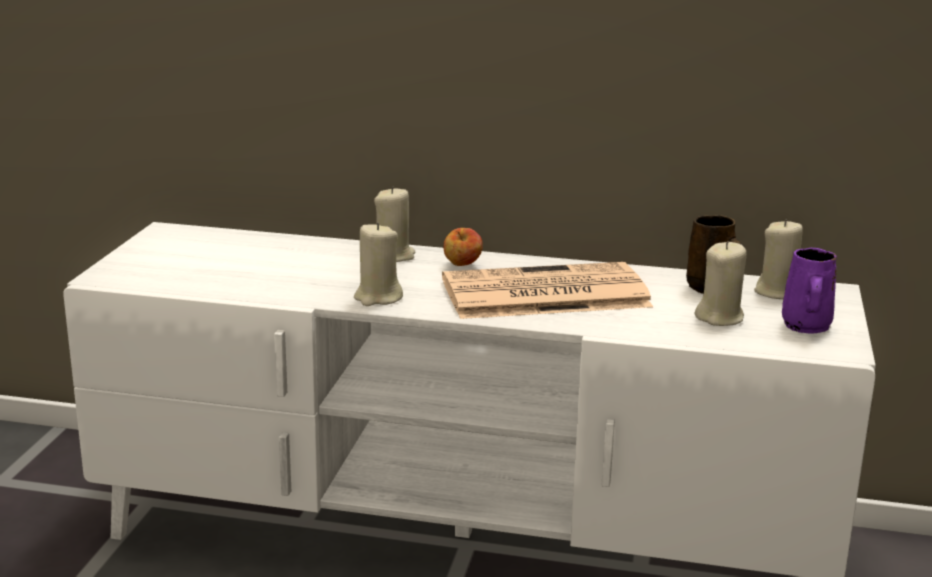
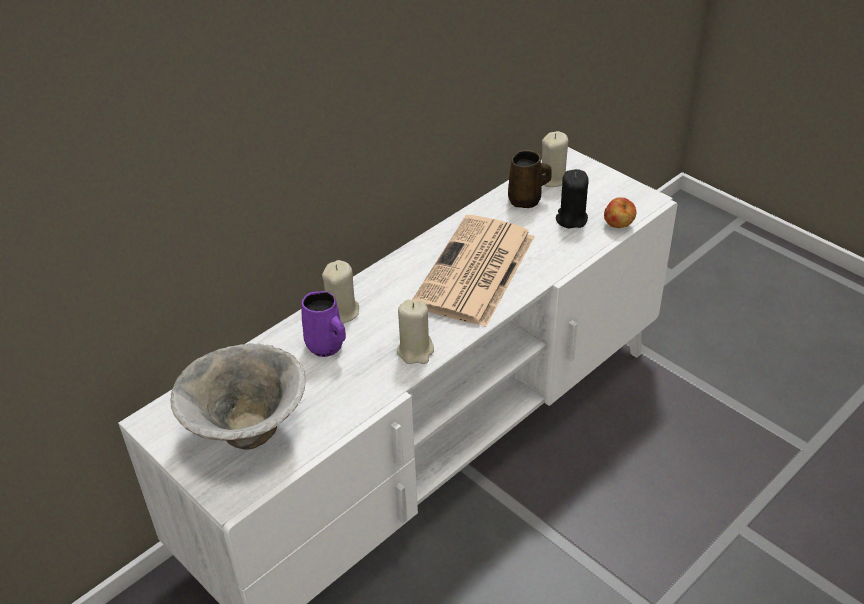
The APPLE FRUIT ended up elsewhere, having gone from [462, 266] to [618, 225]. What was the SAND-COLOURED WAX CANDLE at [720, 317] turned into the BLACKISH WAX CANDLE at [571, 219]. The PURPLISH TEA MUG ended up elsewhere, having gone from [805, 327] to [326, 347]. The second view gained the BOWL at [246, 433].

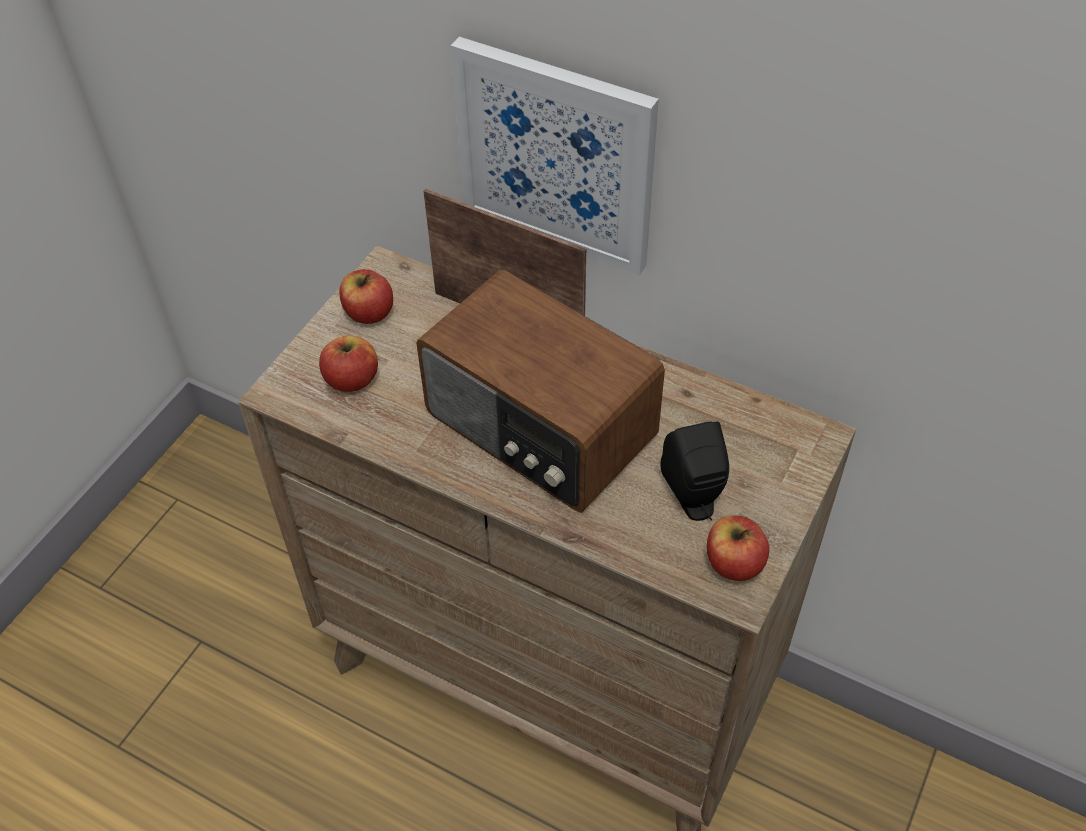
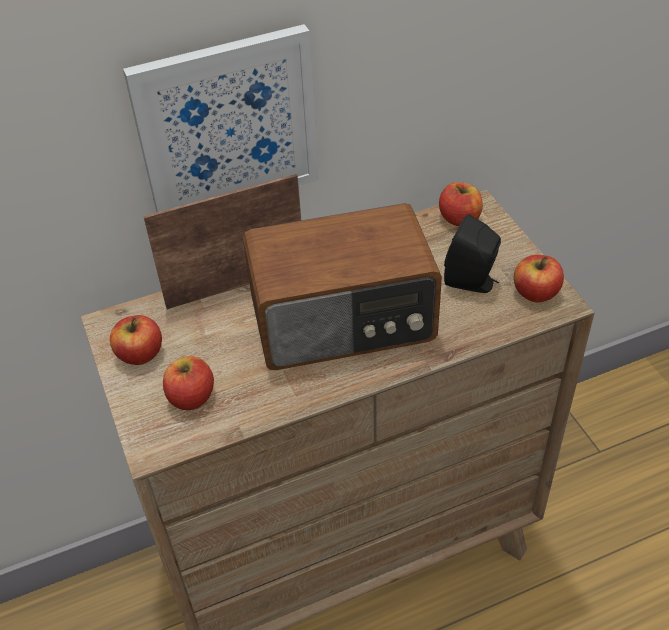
The second view gained the APPLE FRUIT at [459, 219].

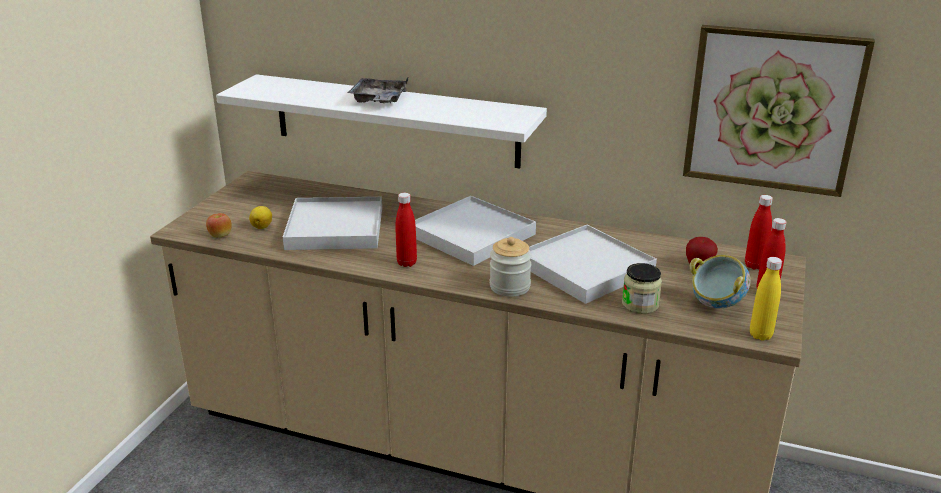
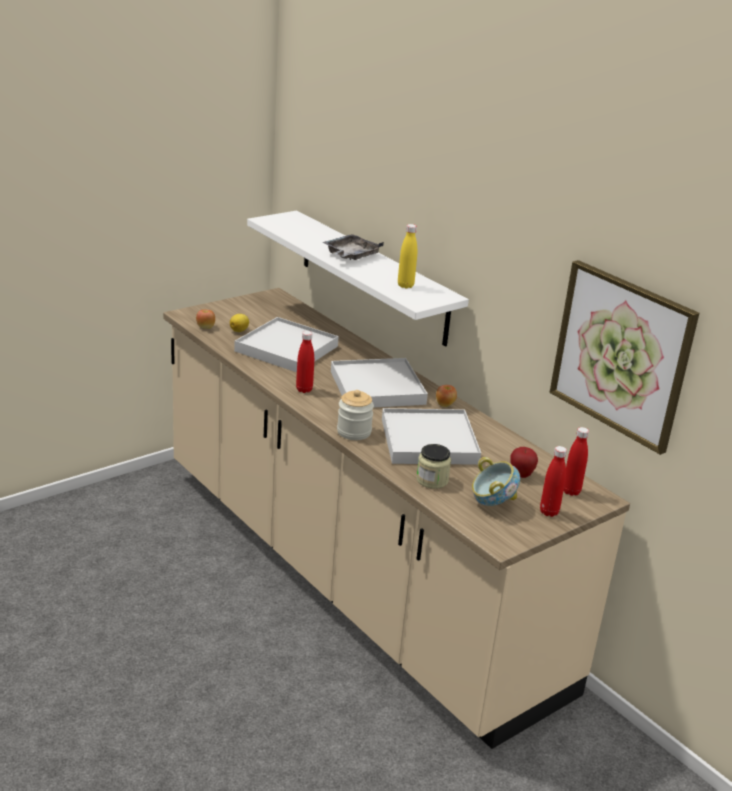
The YELLOW BOTTLE ended up elsewhere, having gone from [760, 335] to [405, 286]. The second view gained the APPLE FRUIT at [445, 405].

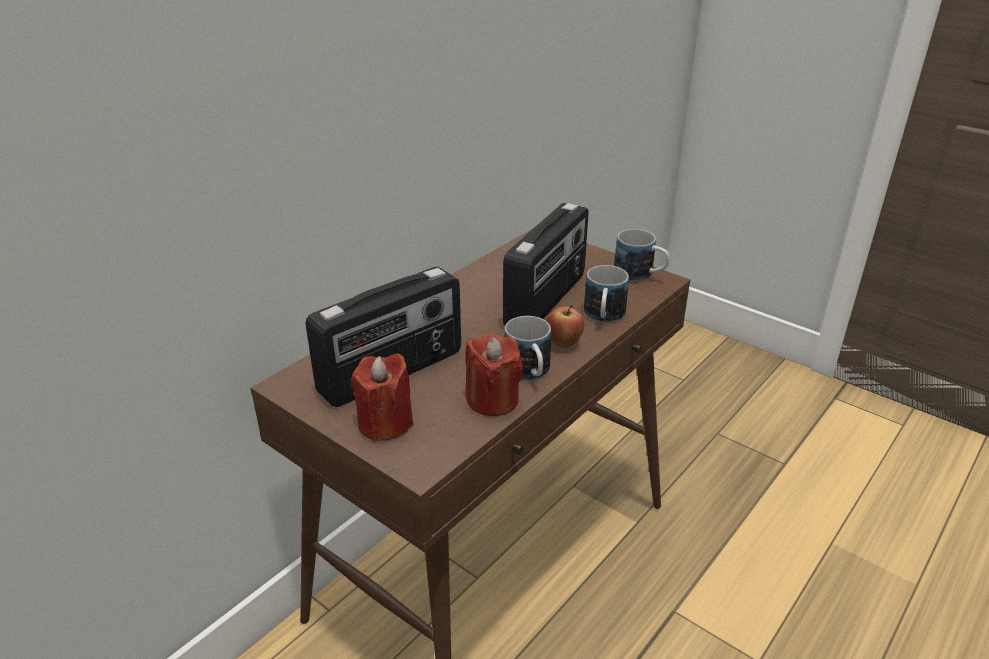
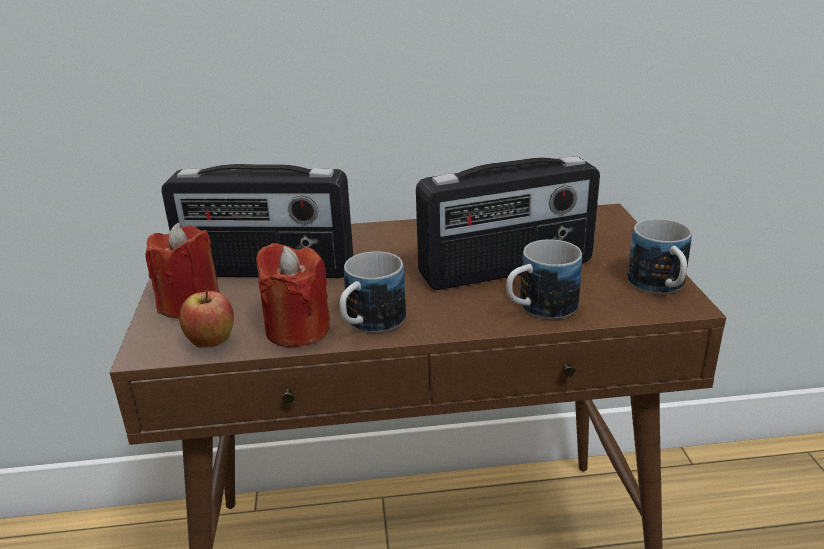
The APPLE FRUIT ended up elsewhere, having gone from [563, 344] to [212, 343].

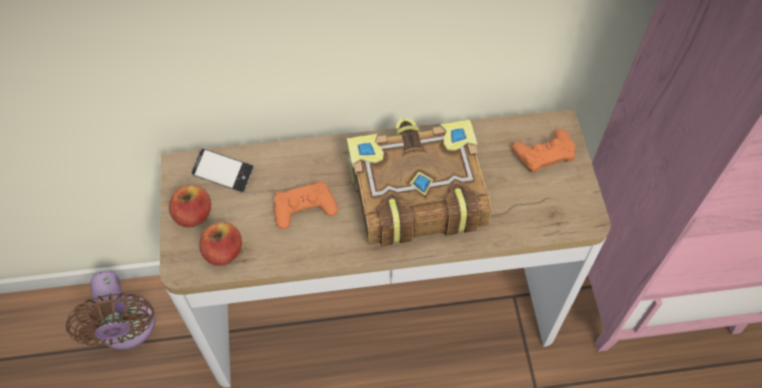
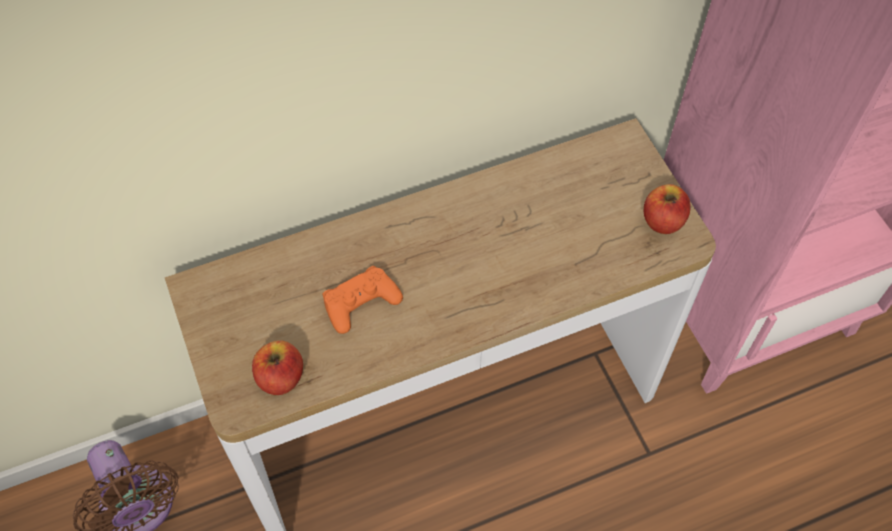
The APPLE FRUIT ended up elsewhere, having gone from [193, 215] to [662, 221]. The second view lost the PHONE at [223, 173]. The second view lost the BOOK at [415, 193]. The second view lost the ORANGE-COLOURED GAME CONTROLLER at [544, 154].

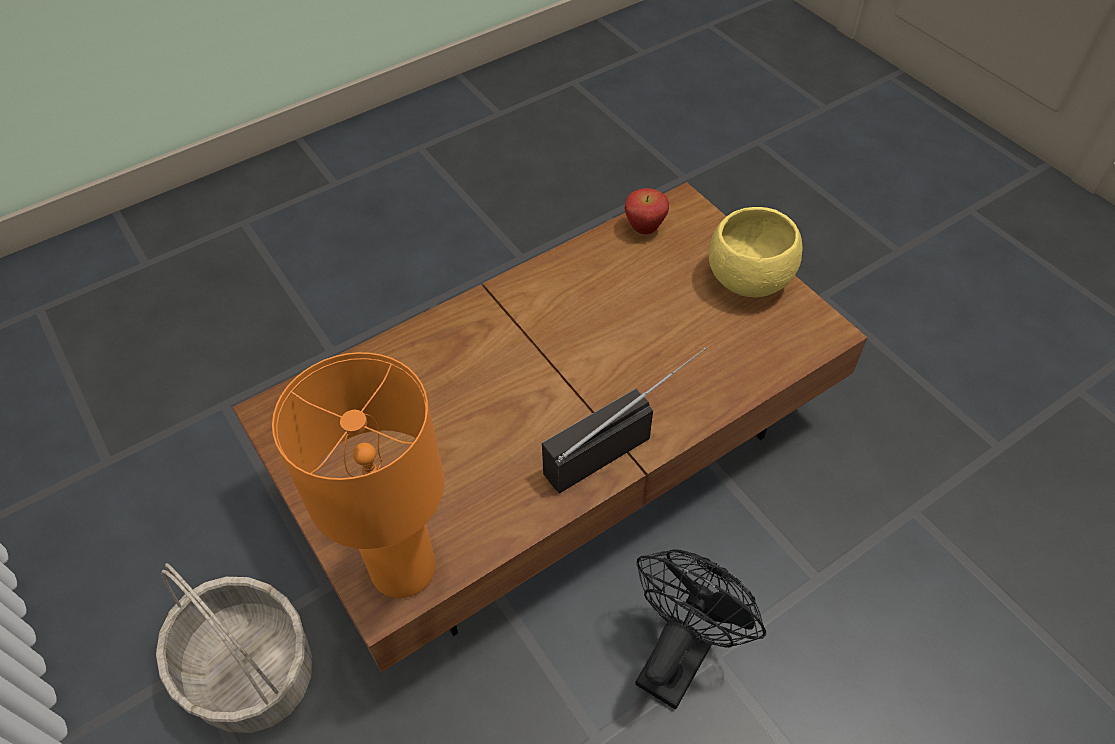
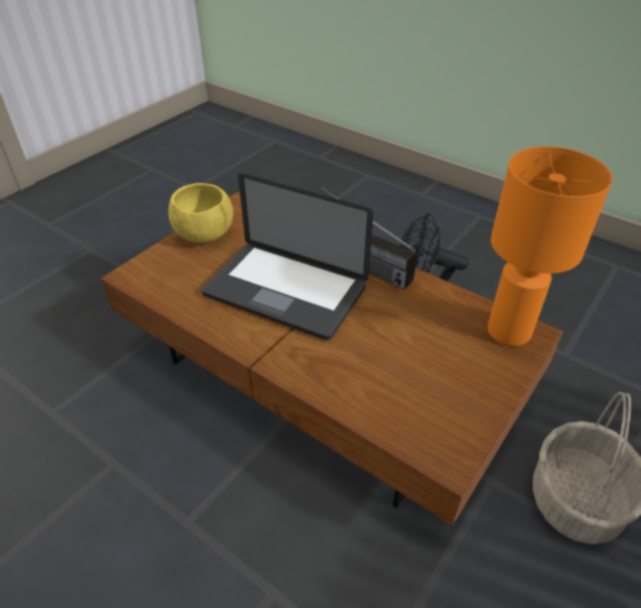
The second view lost the APPLE FRUIT at [644, 229]. The second view gained the PORTABLE COMPUTER at [285, 291].

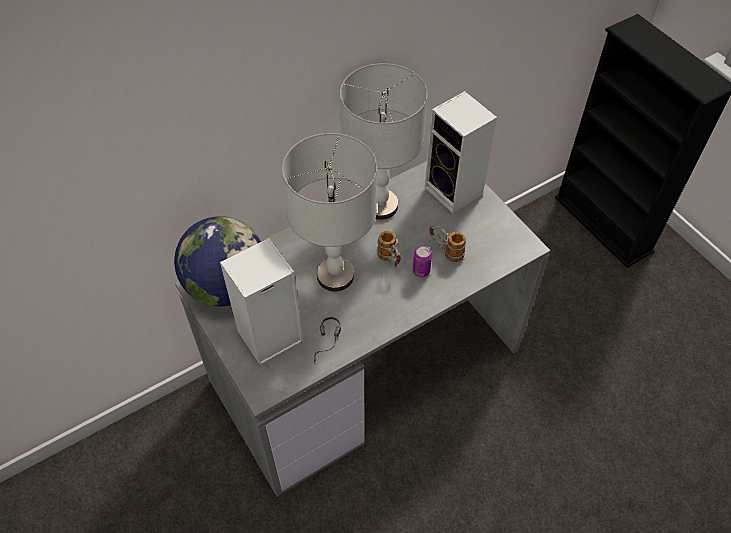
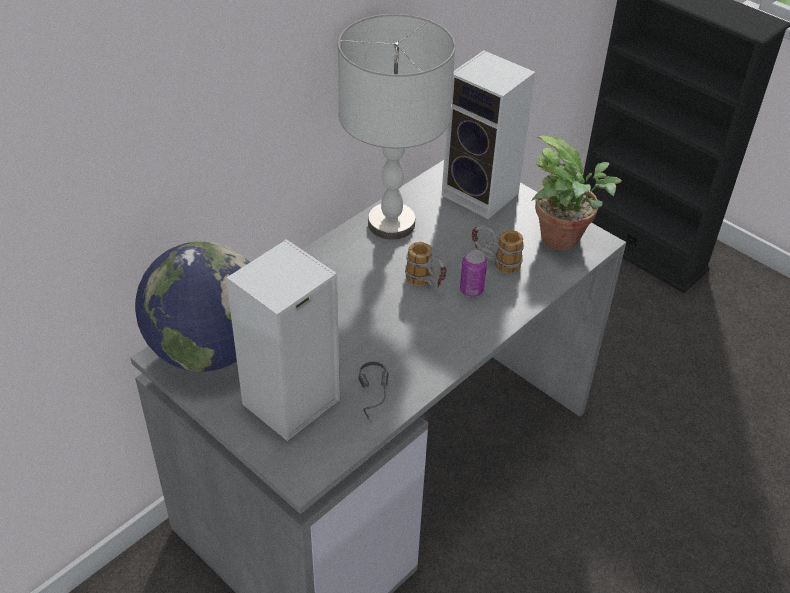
The second view lost the GREY TABLETOP LAMP at [336, 276]. The second view gained the PLANT IN A POT at [565, 239].

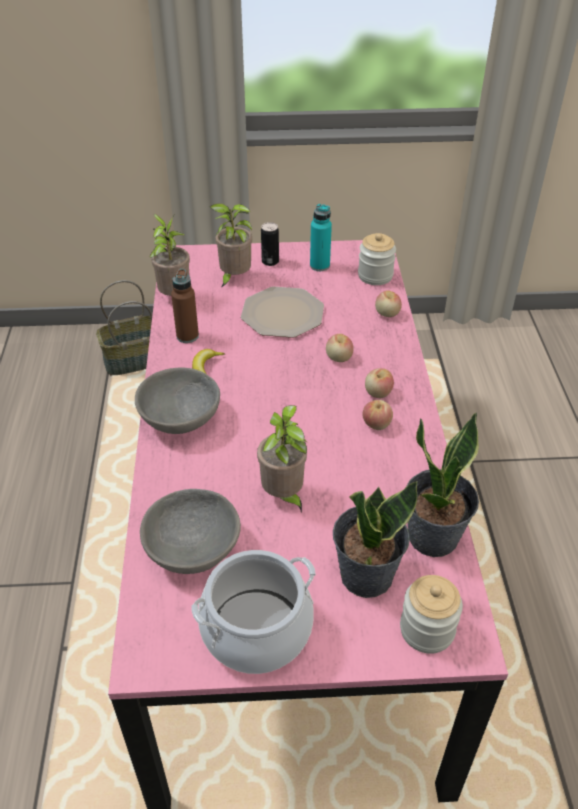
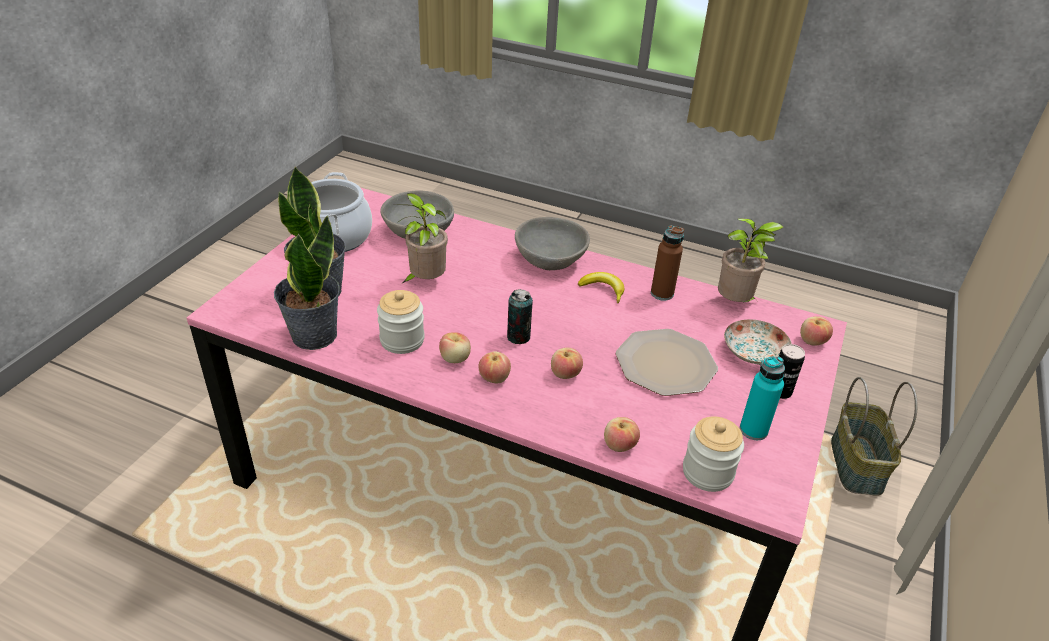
Where the PLANT IN A POT stood at [234, 278], the PLATE came to stand at [753, 352]. The STORAGE JAR ended up elsewhere, having gone from [427, 629] to [402, 340]. The second view gained the METAL CAN at [518, 337]. The second view gained the APPLE FRUIT at [812, 341].

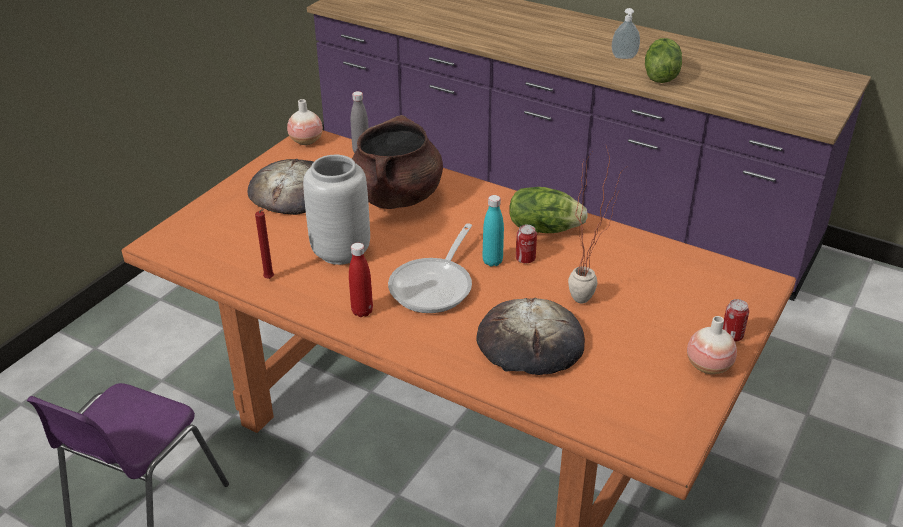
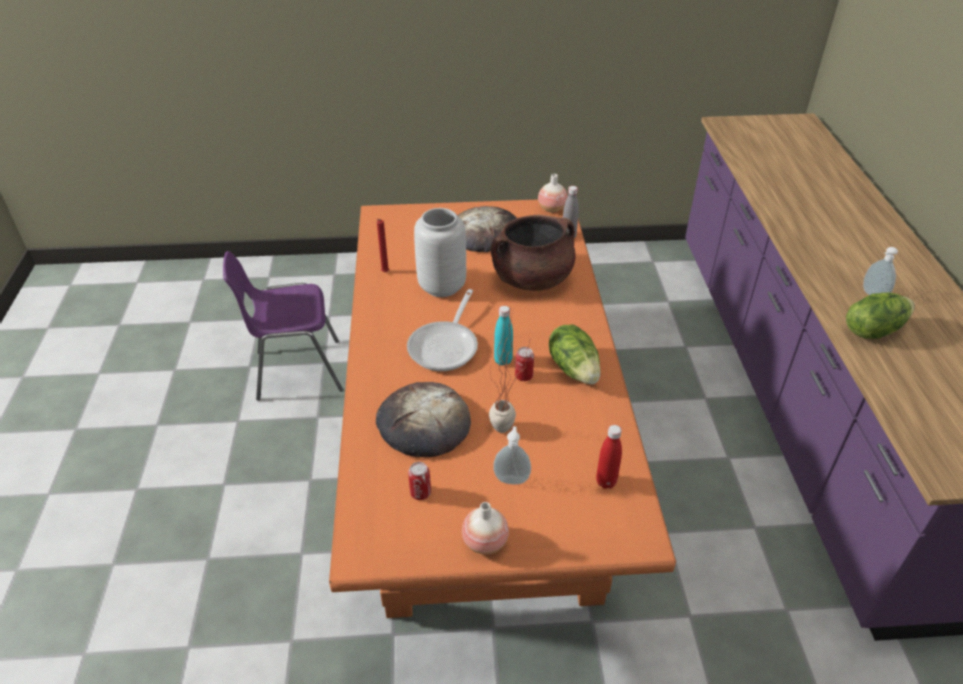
The REDDISH BOTTLE ended up elsewhere, having gone from [362, 311] to [606, 482]. The PAN at [435, 286] ended up facing another way, 60 degrees counterclockwise from before. The METAL CAN ended up elsewhere, having gone from [731, 336] to [420, 493]. The second view gained the LIQUID SOAP BOTTLE at [511, 478].

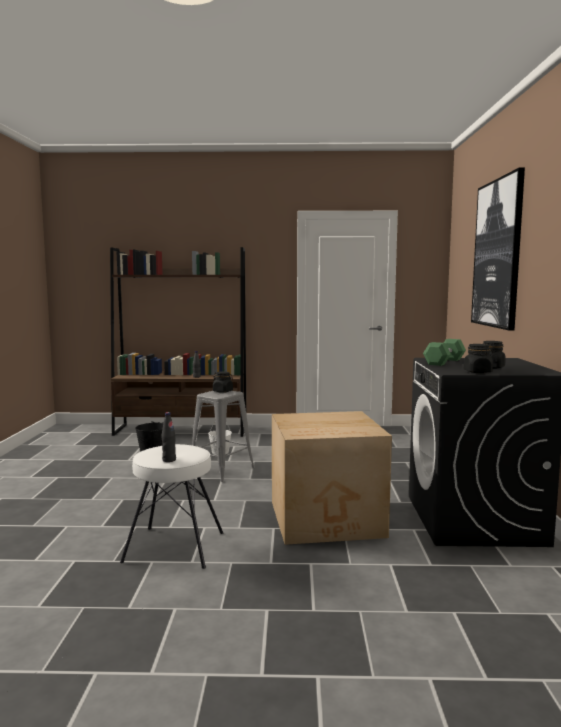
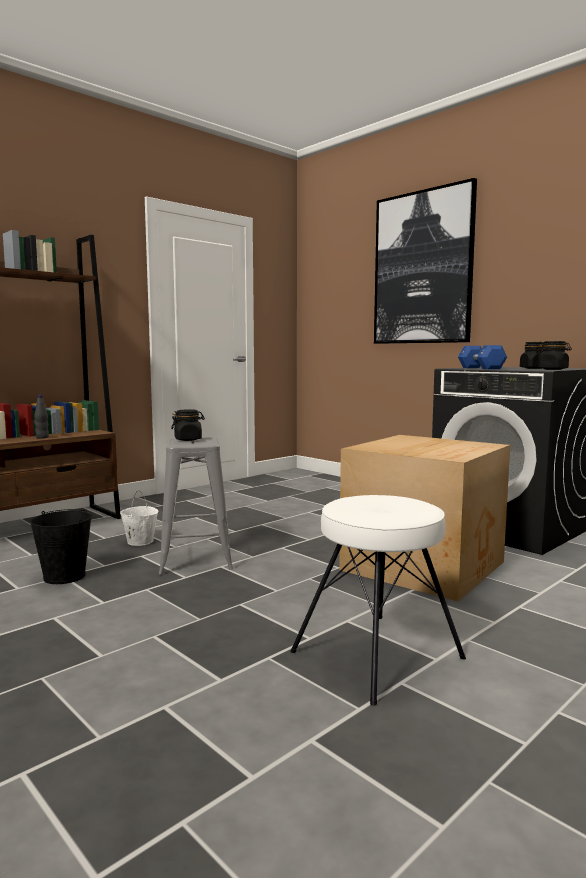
The second view lost the BLACKISH BOTTLE at [169, 460]. What was the GREEN-COLOURED FREE WEIGHT at [444, 362] turned into the BLUE FREE WEIGHT at [480, 368].

